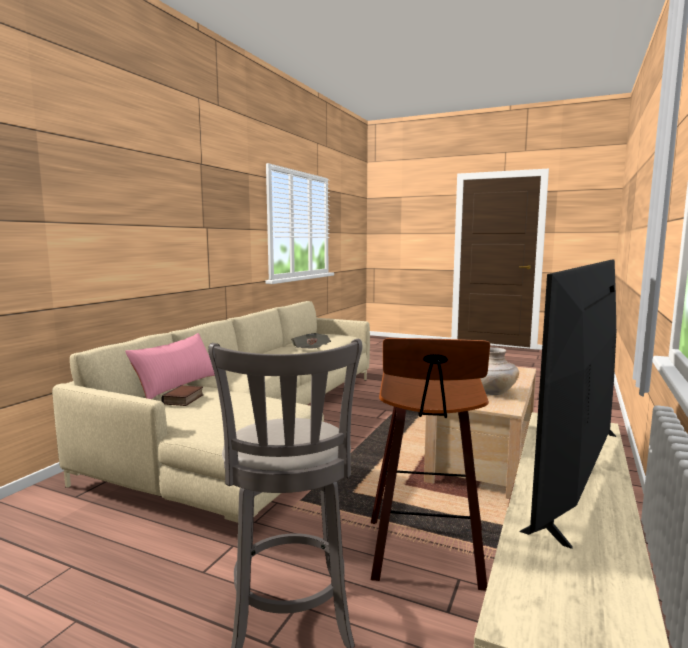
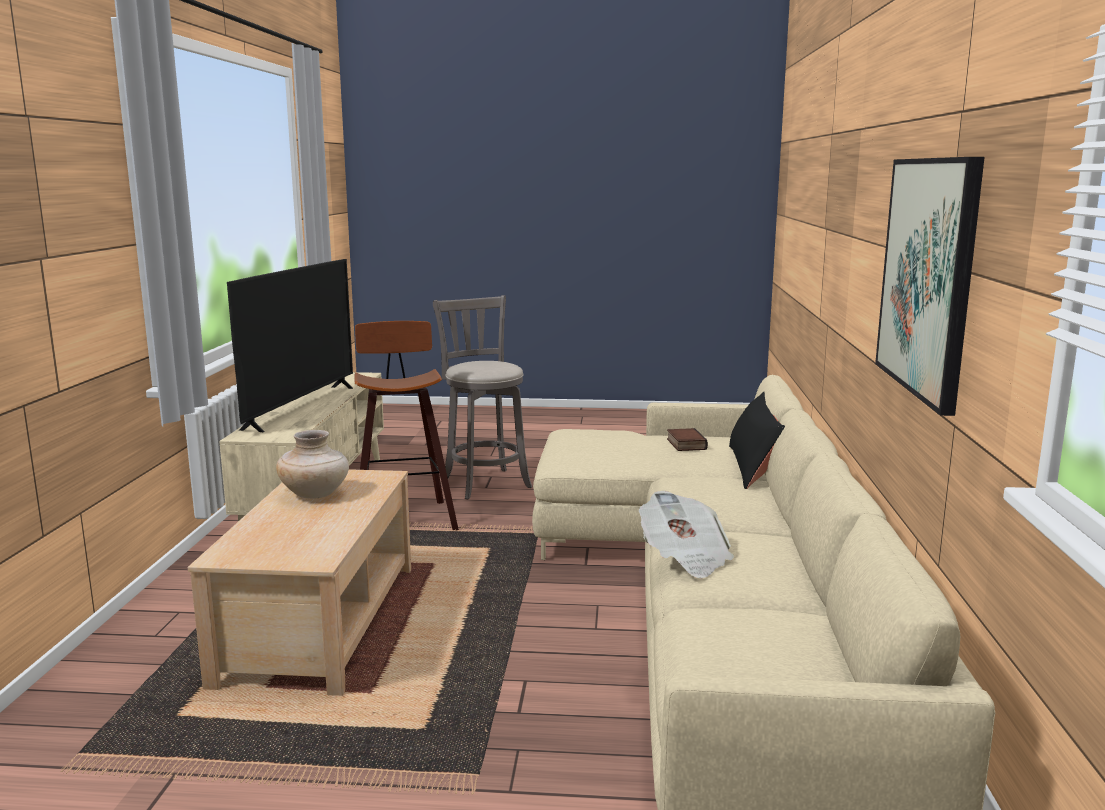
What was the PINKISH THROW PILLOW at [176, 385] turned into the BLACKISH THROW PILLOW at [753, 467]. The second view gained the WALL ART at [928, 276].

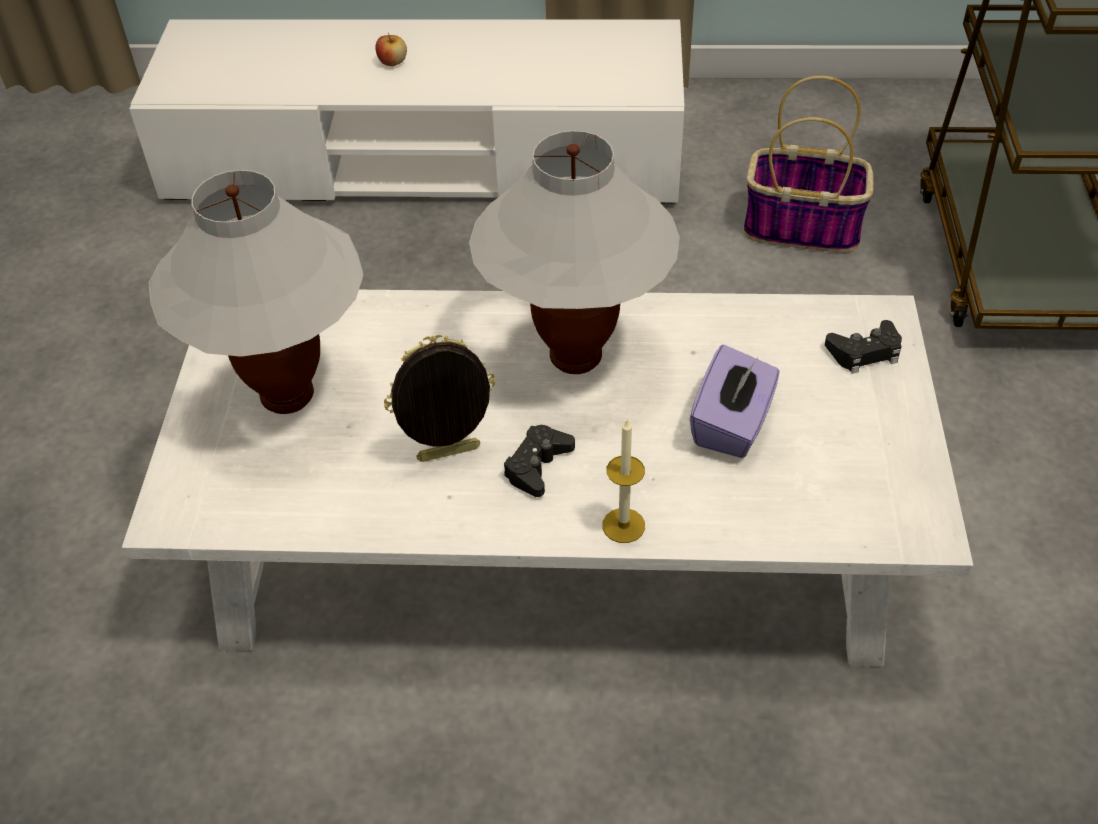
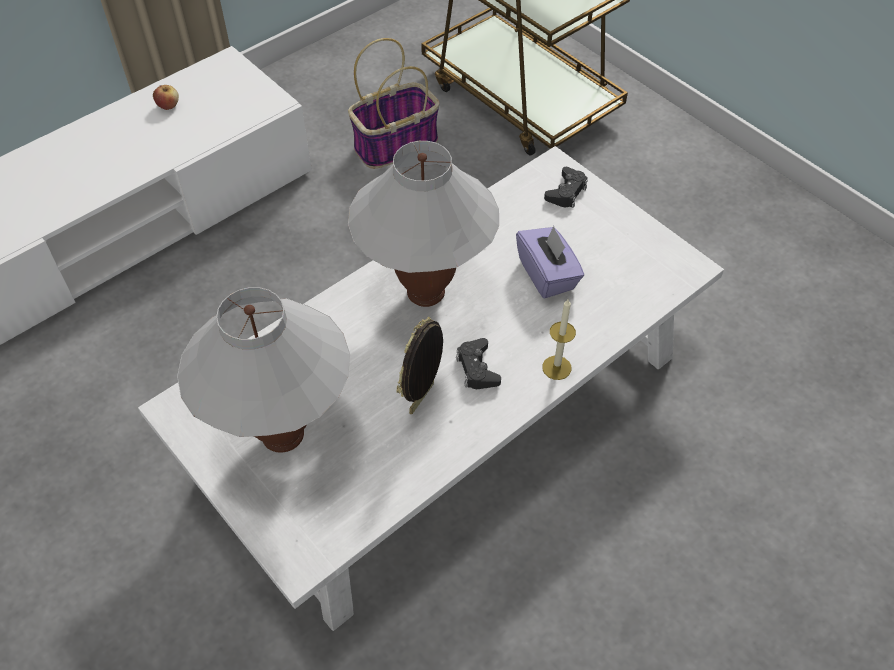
The APPLE FRUIT ended up elsewhere, having gone from [392, 62] to [168, 106].

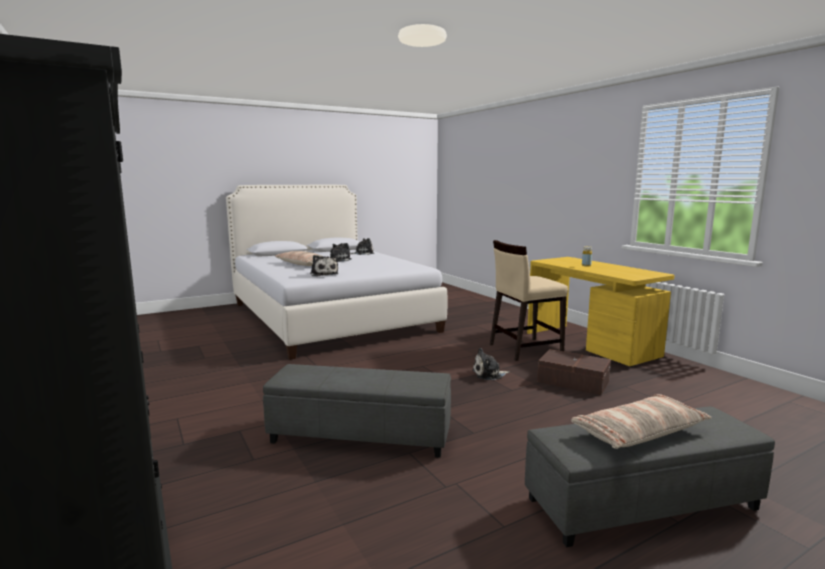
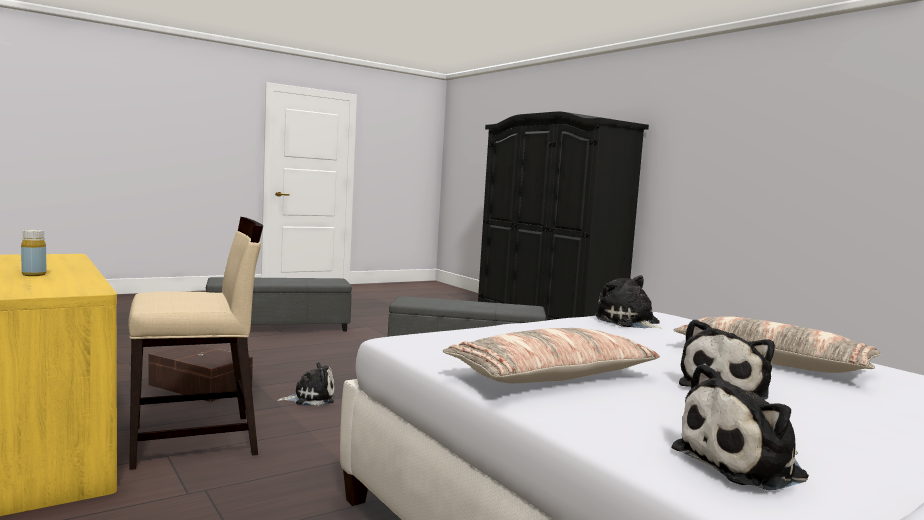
The THROW PILLOW ended up elsewhere, having gone from [639, 433] to [553, 377].

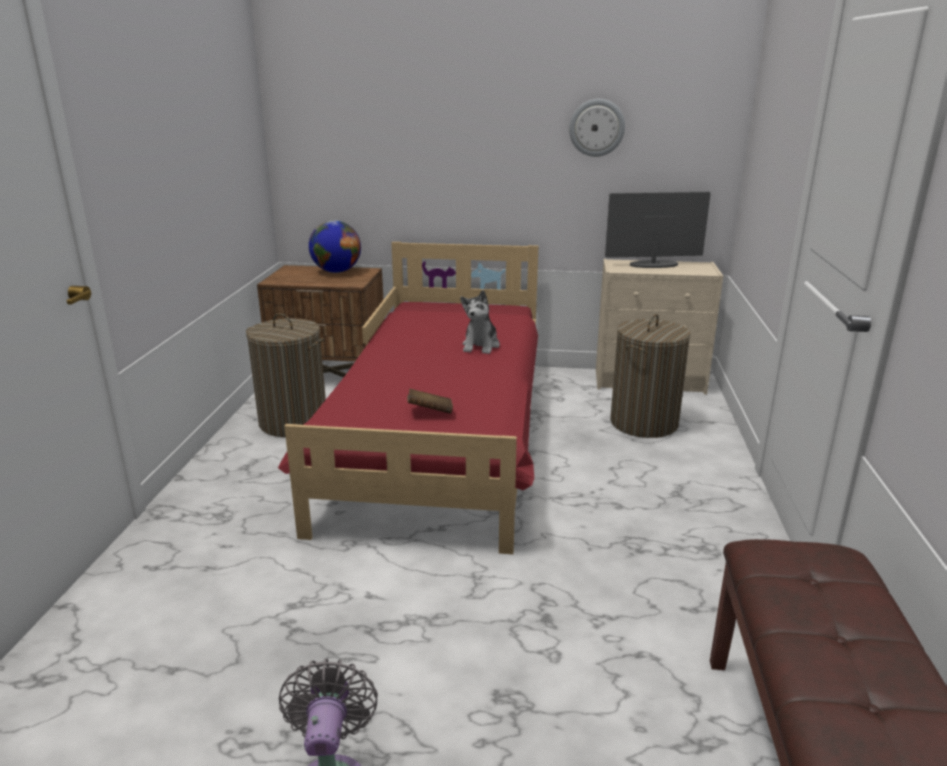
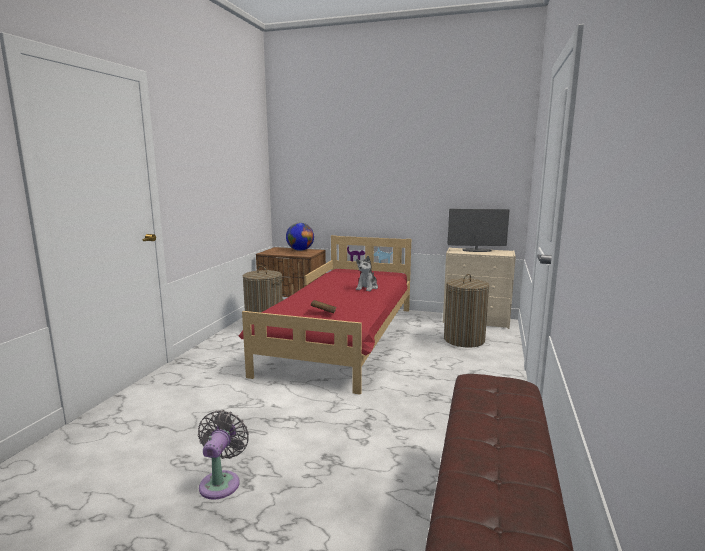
The second view lost the CLOCK ON THE WALL at [596, 128].

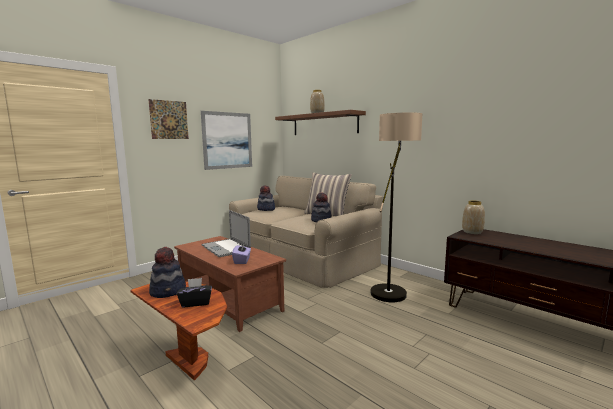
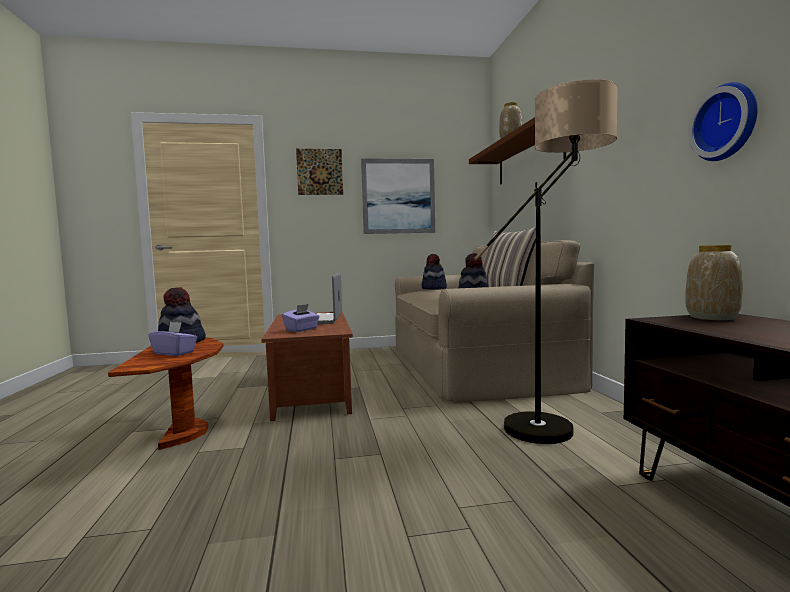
What was the BLACKISH BOX OF TISSUES at [196, 303] turned into the PURPLISH BOX OF TISSUES at [174, 353]. The second view gained the CLOCK ON THE WALL at [727, 123].

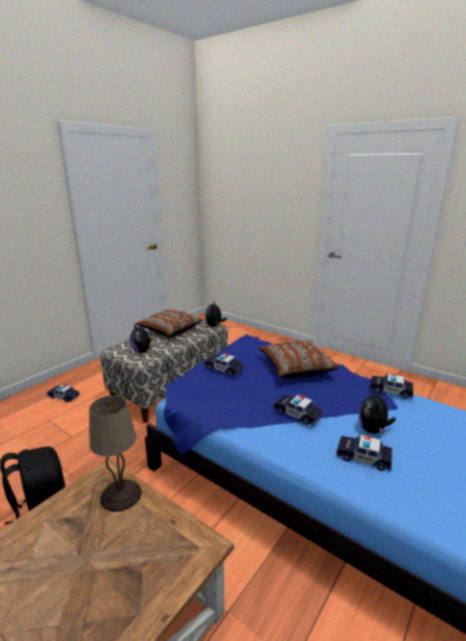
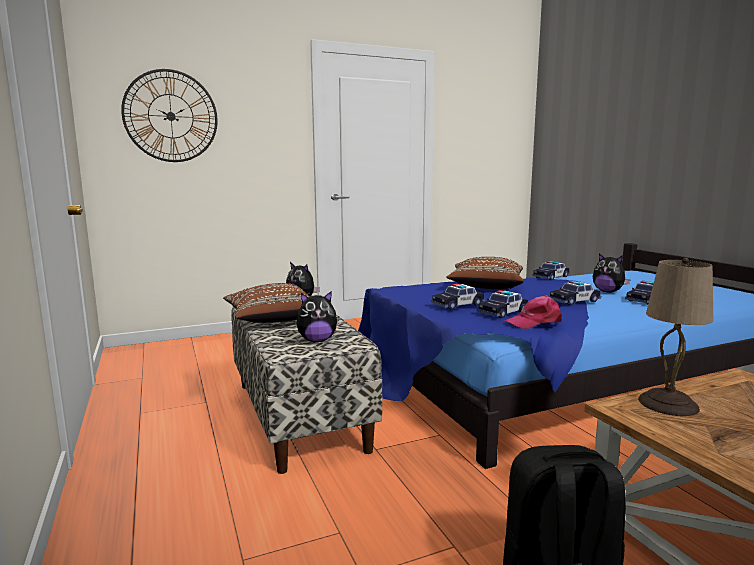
The MINIATURE CAR ended up elsewhere, having gone from [64, 396] to [503, 312]. The second view gained the CLOCK ON THE WALL at [171, 116]. The second view gained the PINKISH CAP at [535, 322].

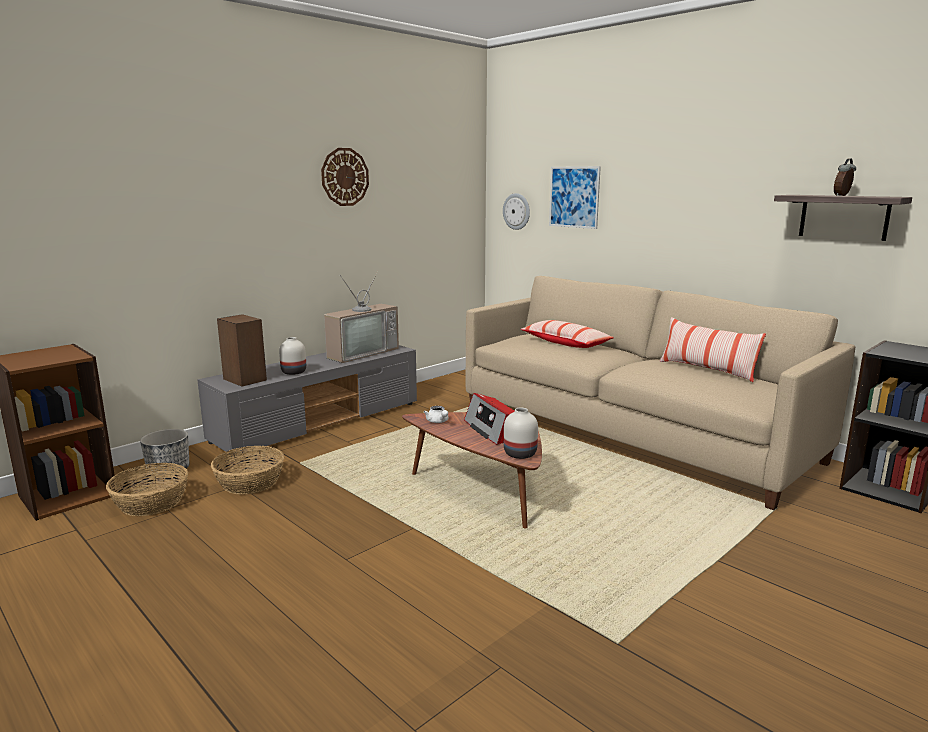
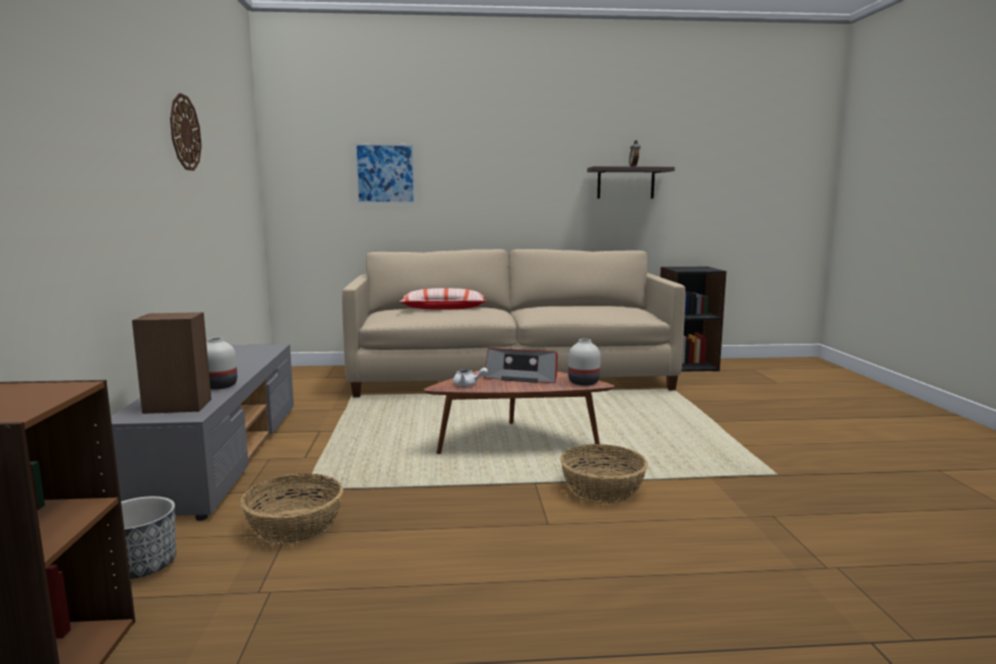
The STORAGE BASKET ended up elsewhere, having gone from [151, 503] to [603, 489]. The second view lost the TV at [360, 352]. The second view lost the CLOCK ON THE WALL at [516, 211]. The second view lost the THROW PILLOW at [707, 370].

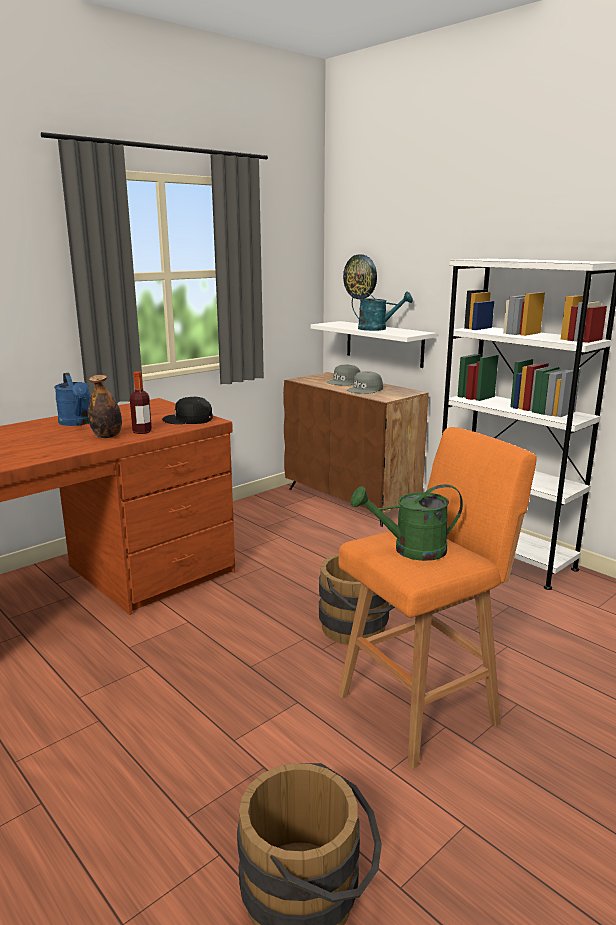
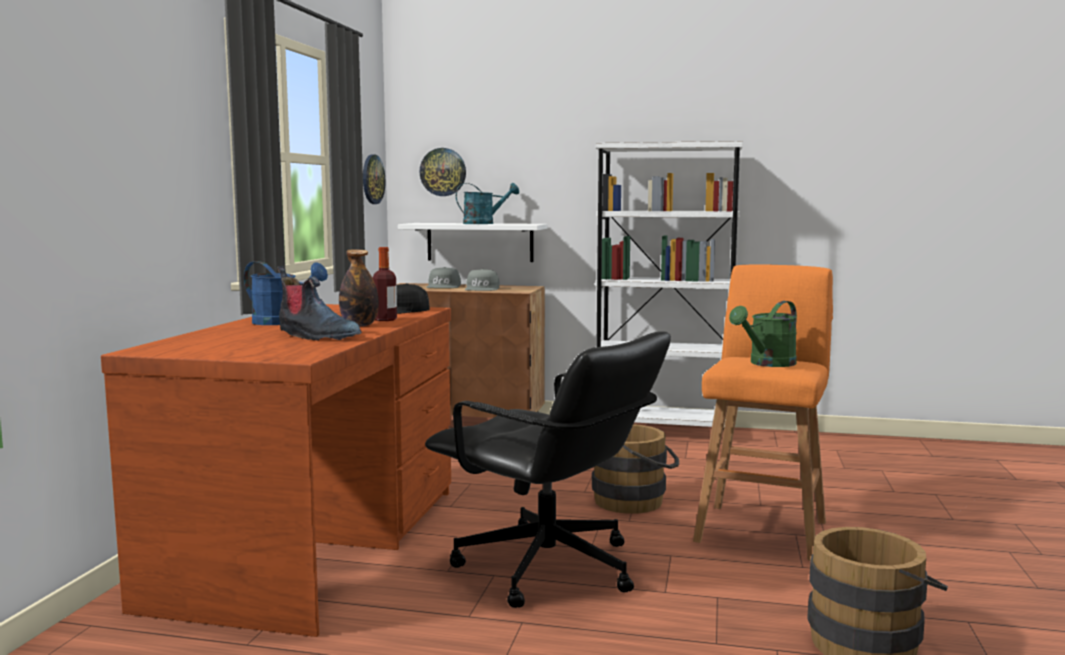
The second view gained the TALL BOOT at [316, 336]. The second view gained the CLOCK ON THE WALL at [372, 179]. The second view gained the BLACKISH OFFICE CHAIR at [548, 569].

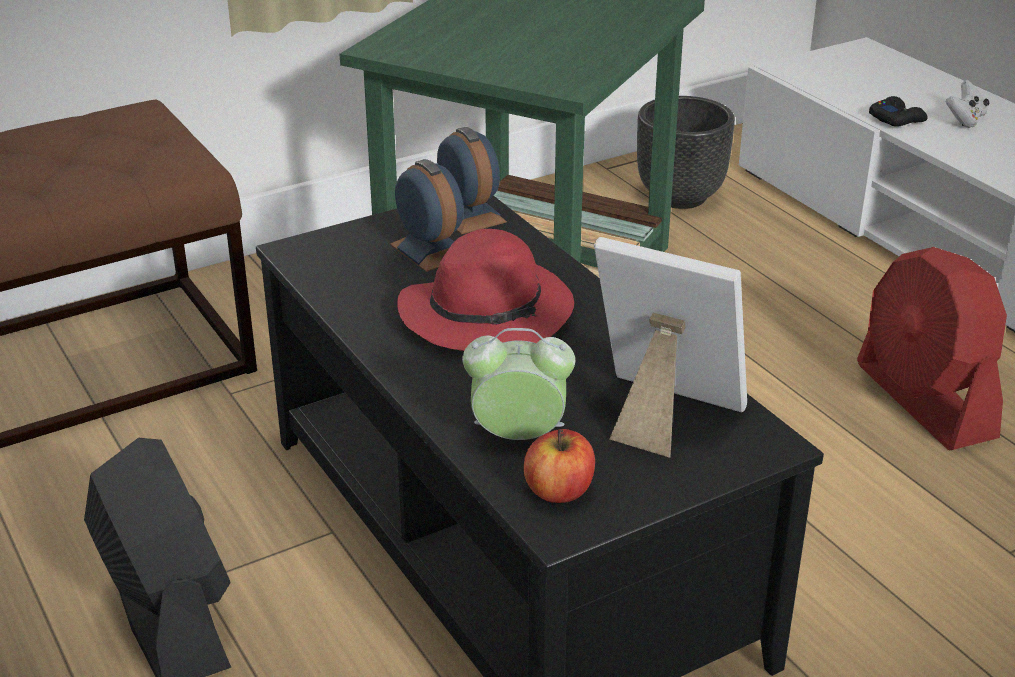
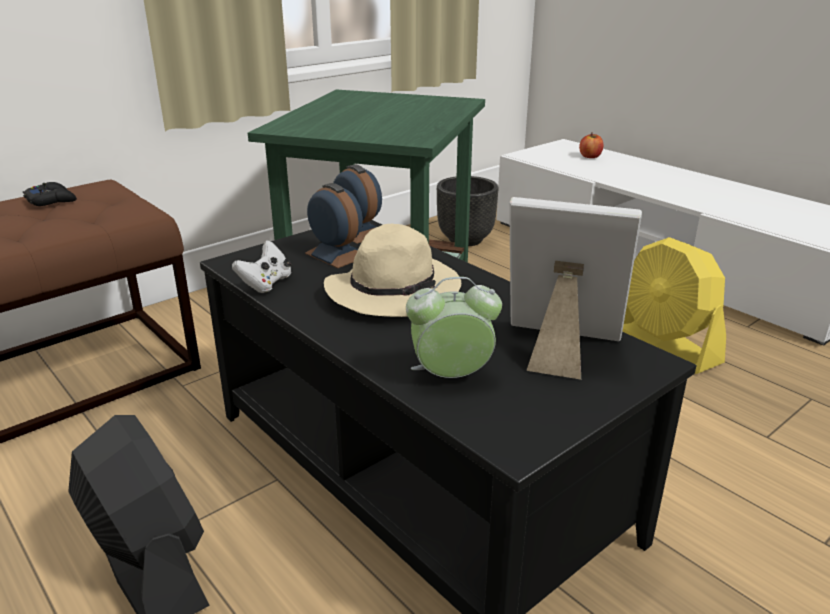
What was the REDDISH HAT at [488, 313] turned into the SAND-COLOURED HAT at [394, 291]. The APPLE FRUIT ended up elsewhere, having gone from [559, 491] to [590, 156]. What was the REDDISH FAN at [924, 401] turned into the YELLOW FAN at [665, 345]. The BLACKISH GAME CONTROLLER ended up elsewhere, having gone from [896, 119] to [51, 201]. The WHITE-COLOURED GAME CONTROLLER ended up elsewhere, having gone from [965, 120] to [266, 284].

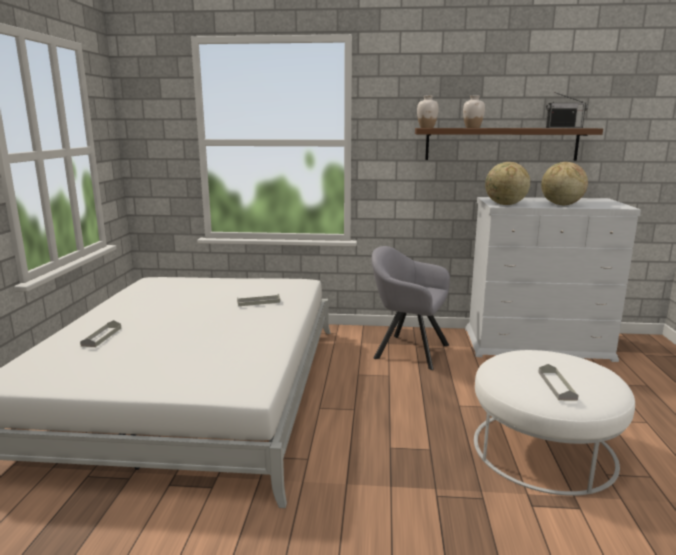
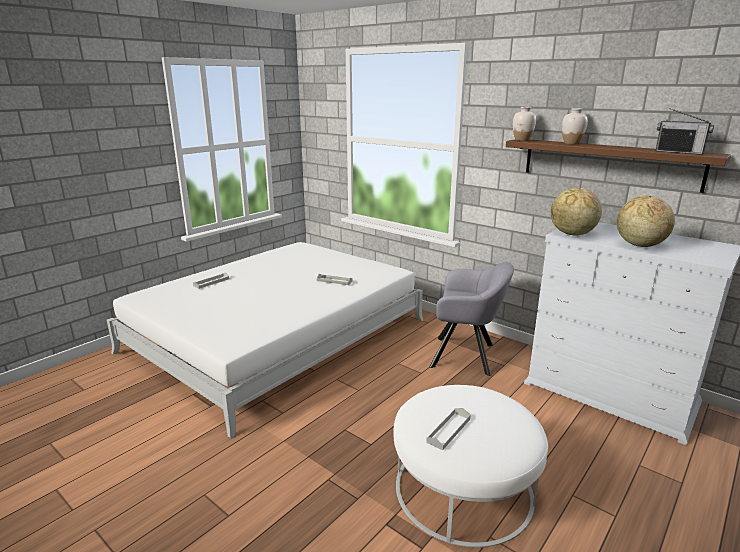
The GREY ARMCHAIR at [407, 350] ended up facing another way, 135 degrees clockwise from before.

